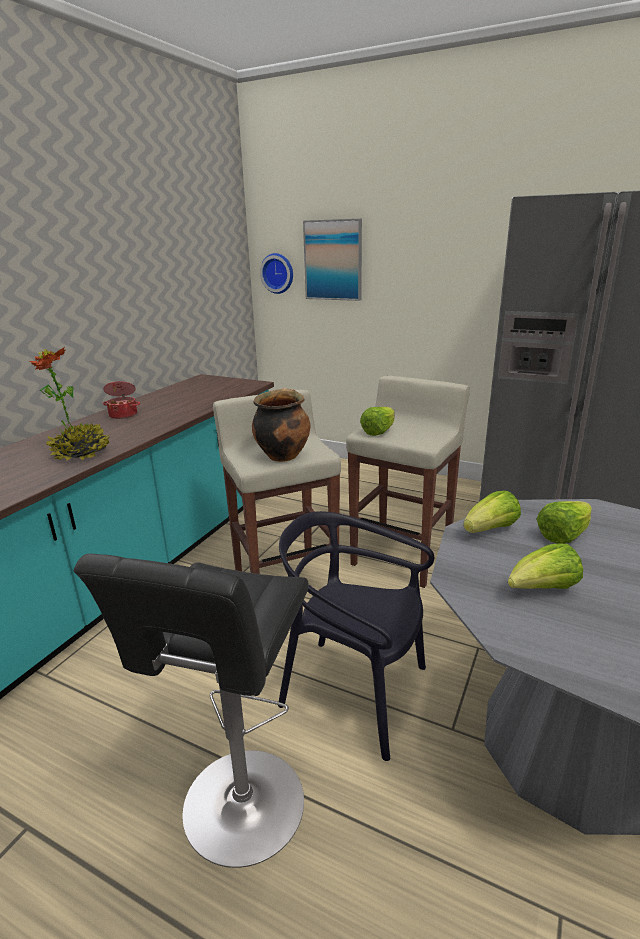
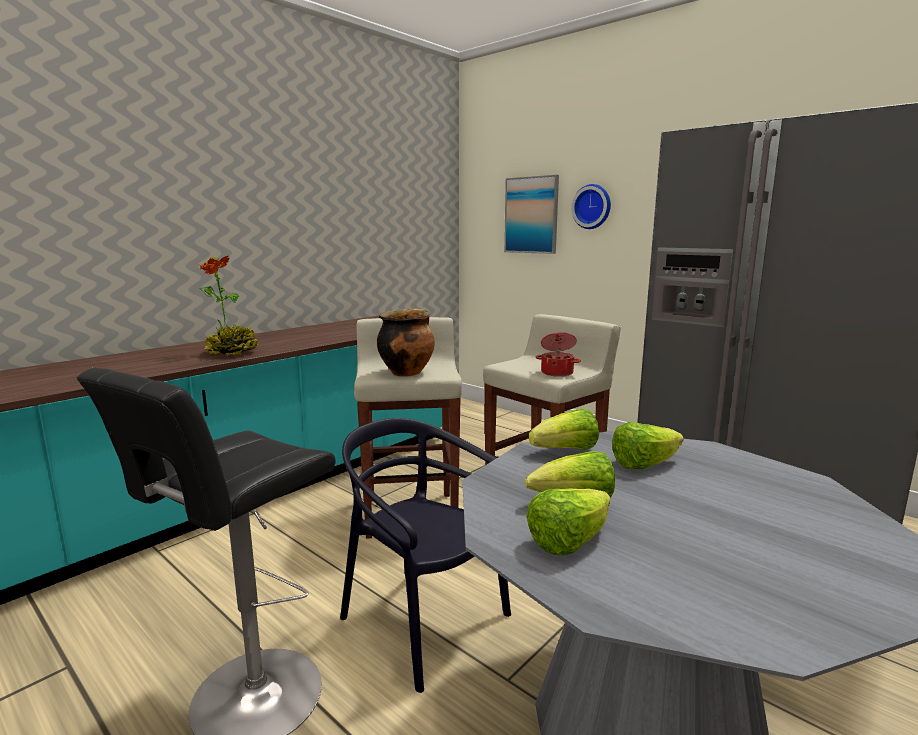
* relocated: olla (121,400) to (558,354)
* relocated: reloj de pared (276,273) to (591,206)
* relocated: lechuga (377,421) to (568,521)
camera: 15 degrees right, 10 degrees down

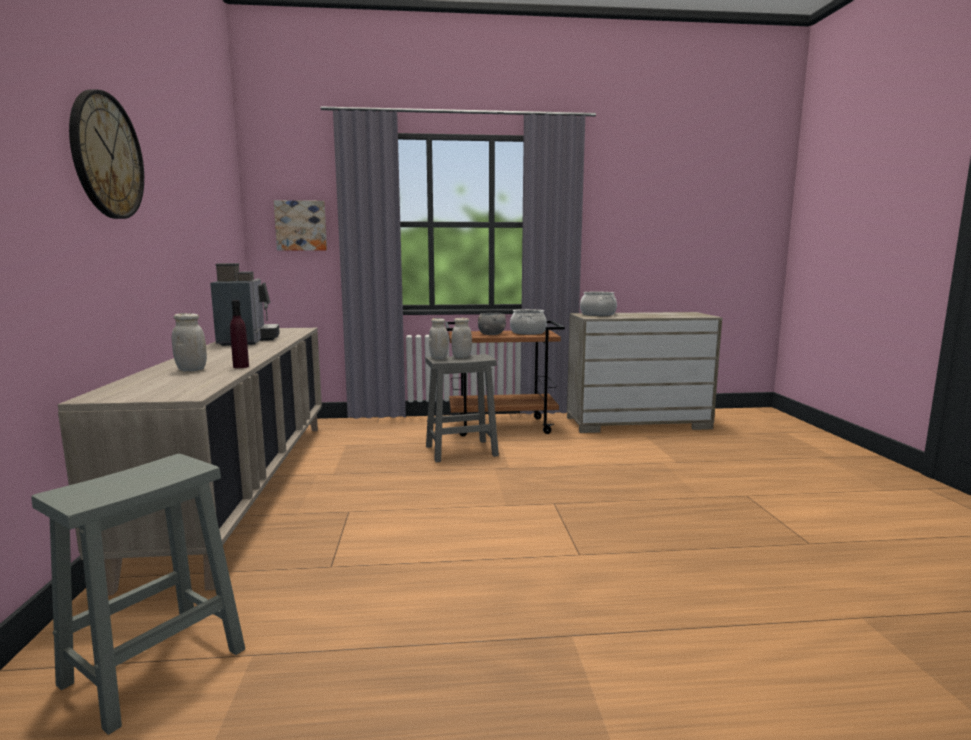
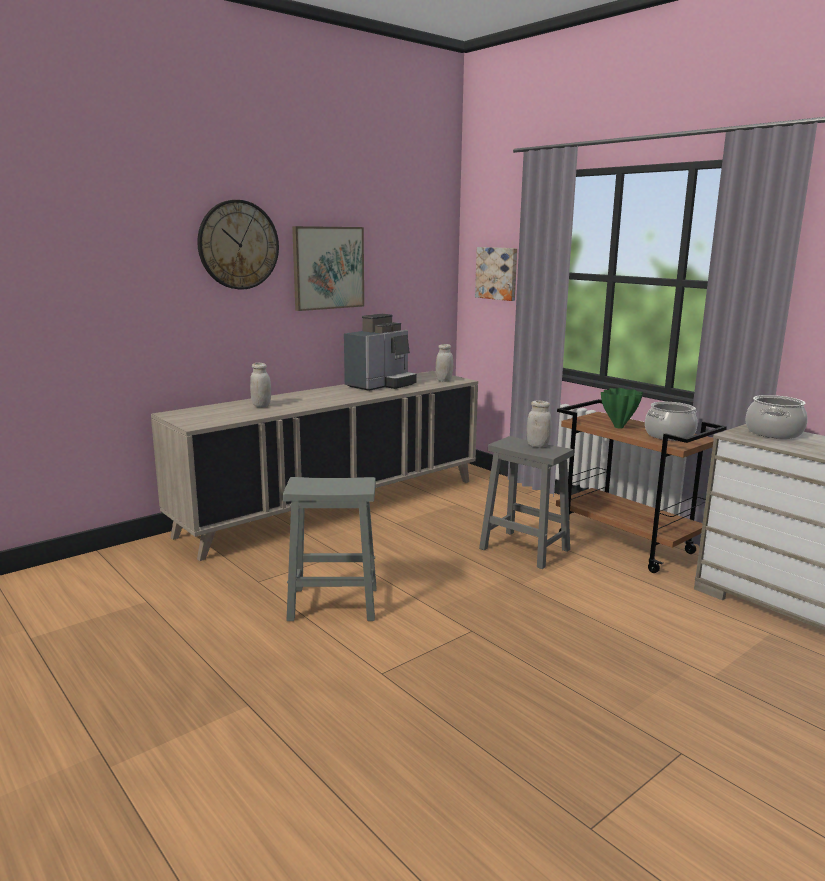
* relocated: taburete/gris (138,594) to (330,549)
* missing: botella/morado (239,334)
* relocated: tarro/blanco (438,338) to (444,363)
* exchanged: cuenco/gris (492,324) to florero/verde (622,408)
* appeared: cuadro (328,268)
camera: 55 degrees right, 5 degrees up

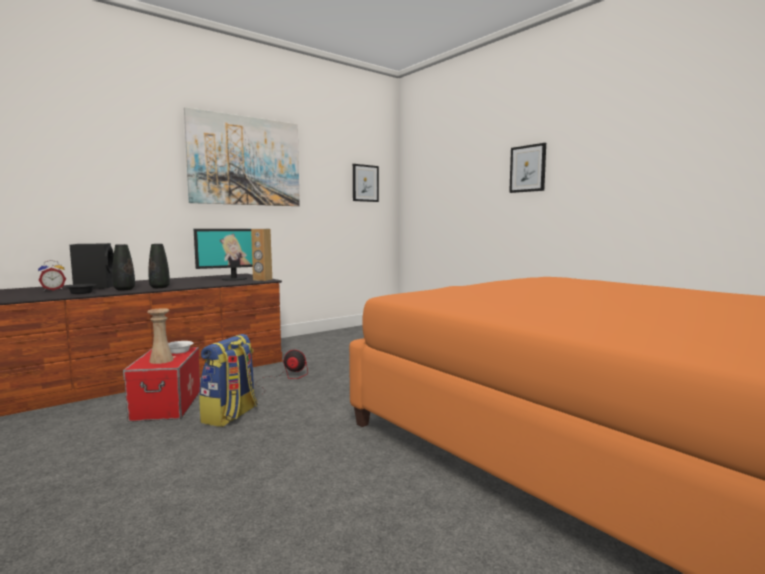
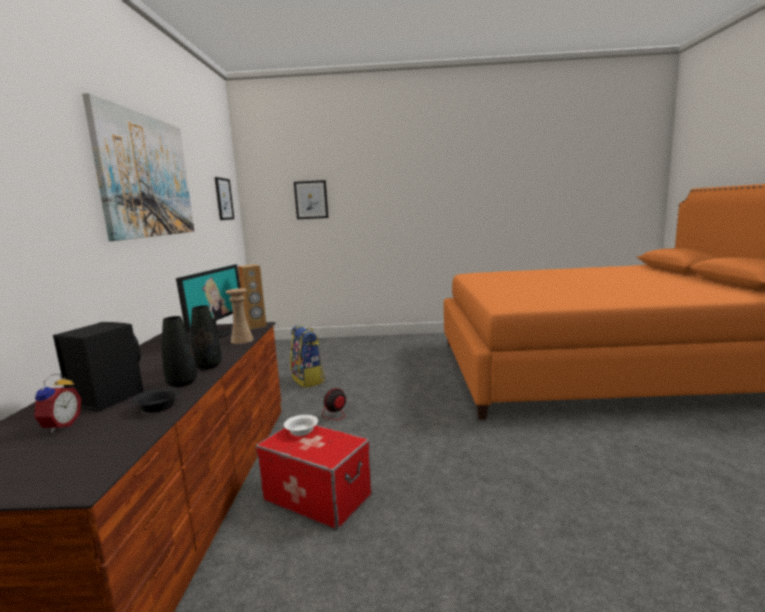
* relocated: florero/beis (160,336) to (239,316)
* relocated: mochila (228,380) to (307,356)
* relocated: cuadro (527,168) to (311,199)
camera: 50 degrees left, 5 degrees up

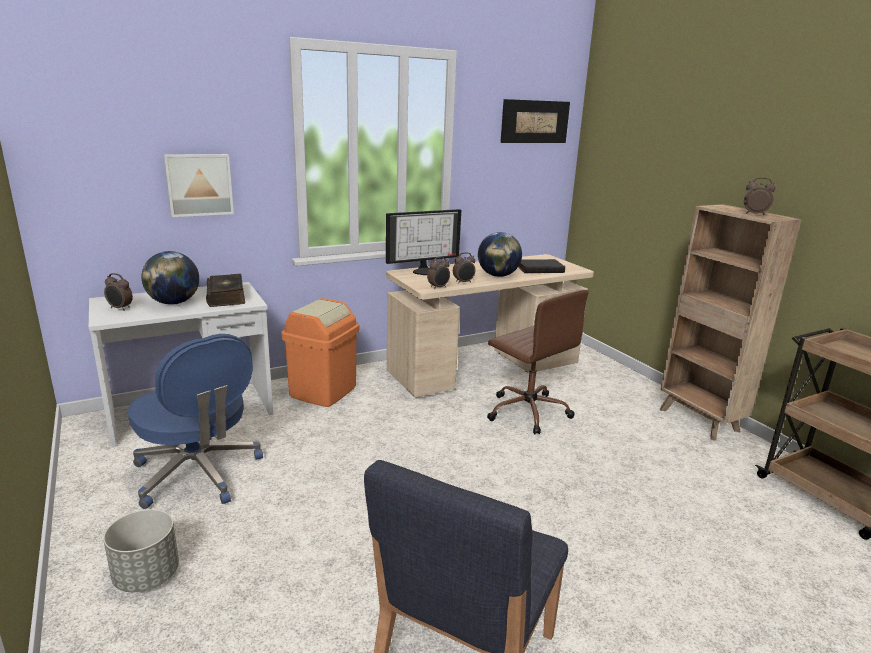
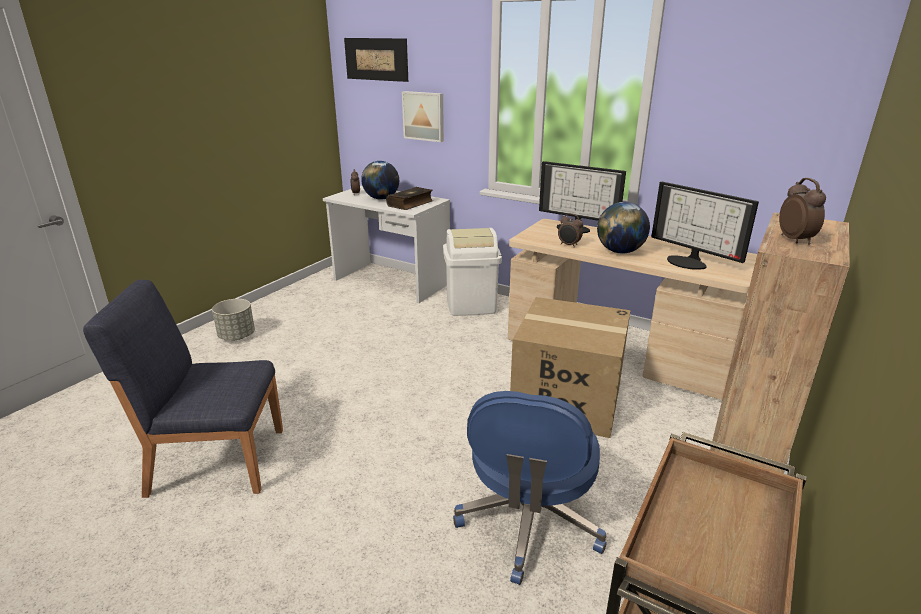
* relocated: silla de oficina/azul (195,421) to (530,488)
* colour: papelera/naranja (320,352) to papelera/blanco (472,272)
* missing: despertador (438,273)
* exchanged: silla de oficina/marrón (538,362) to caja de cartón (570,367)
* relocated: cuadro (535,121) to (376,60)
* exchanged: libro/negro (541,266) to monitor (705,226)
camera: 60 degrees right, 5 degrees up

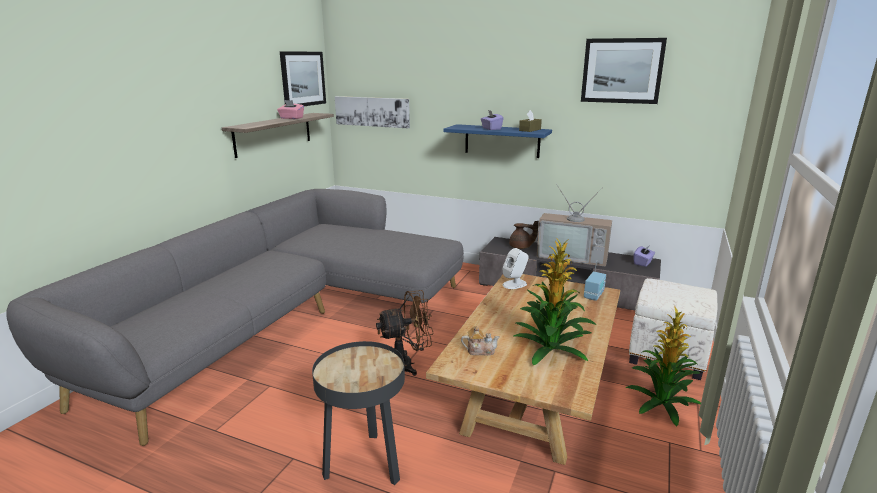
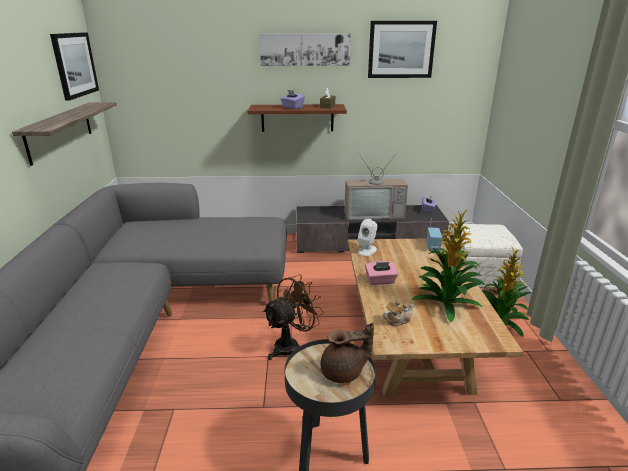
* relocated: caja de pañuelos/rosa (290,109) to (381,273)
* relocated: cuadro (372,112) to (305,49)
* colour: estante/azul (497,141) to estante/marrón (297,118)
* relocated: tetera/marrón (523,235) to (347,353)
camera: 25 degrees left, 5 degrees up

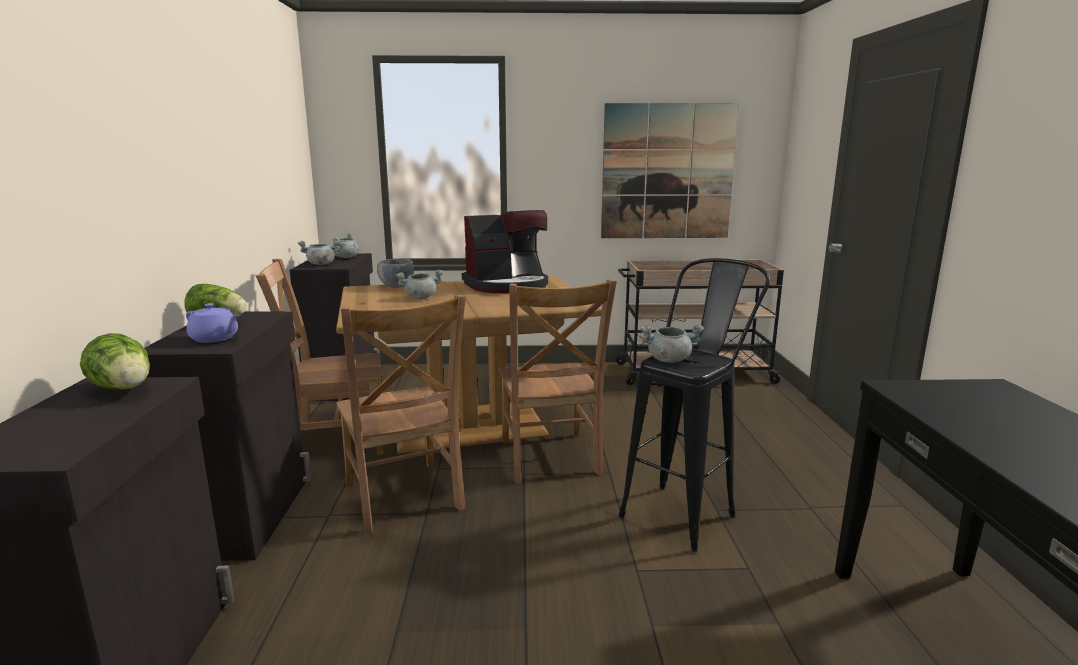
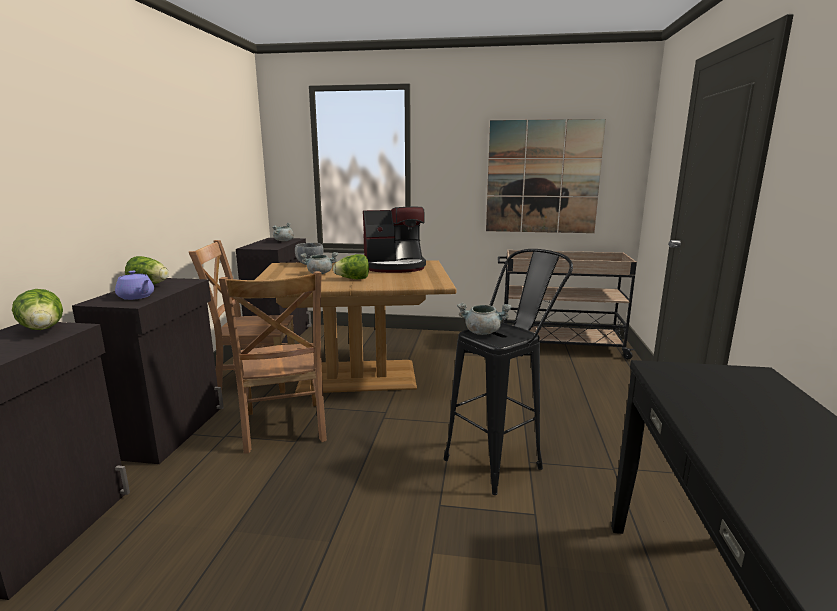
* missing: olla/gris (319,252)
* missing: silla/marrón (558,381)
* appeared: lechuga (351,266)
camera: 10 degrees right, 0 degrees up

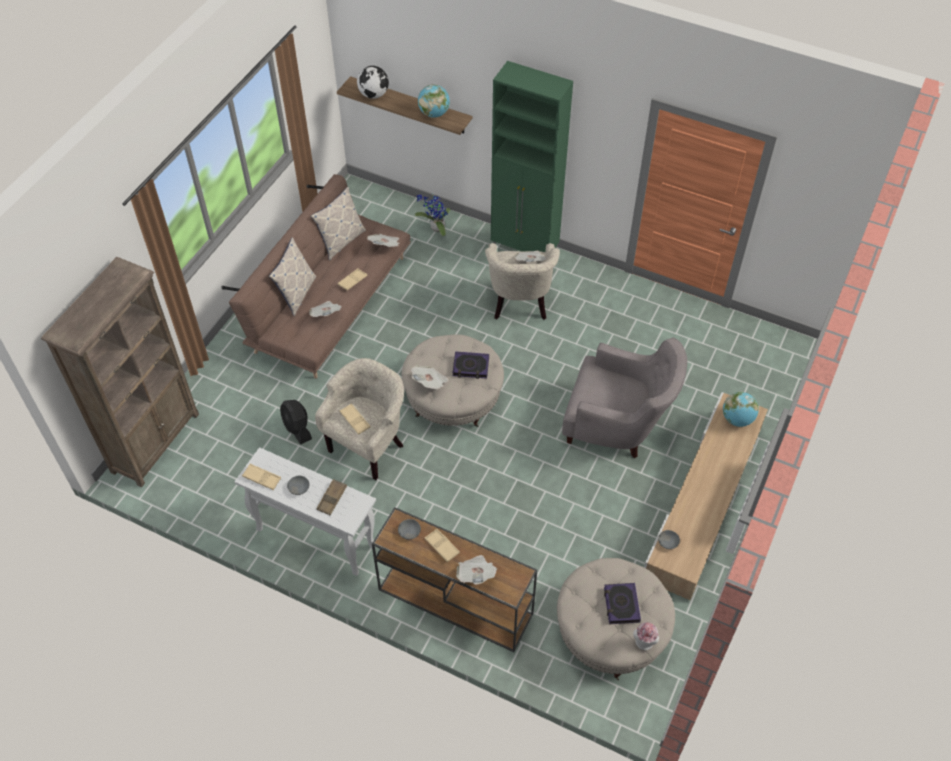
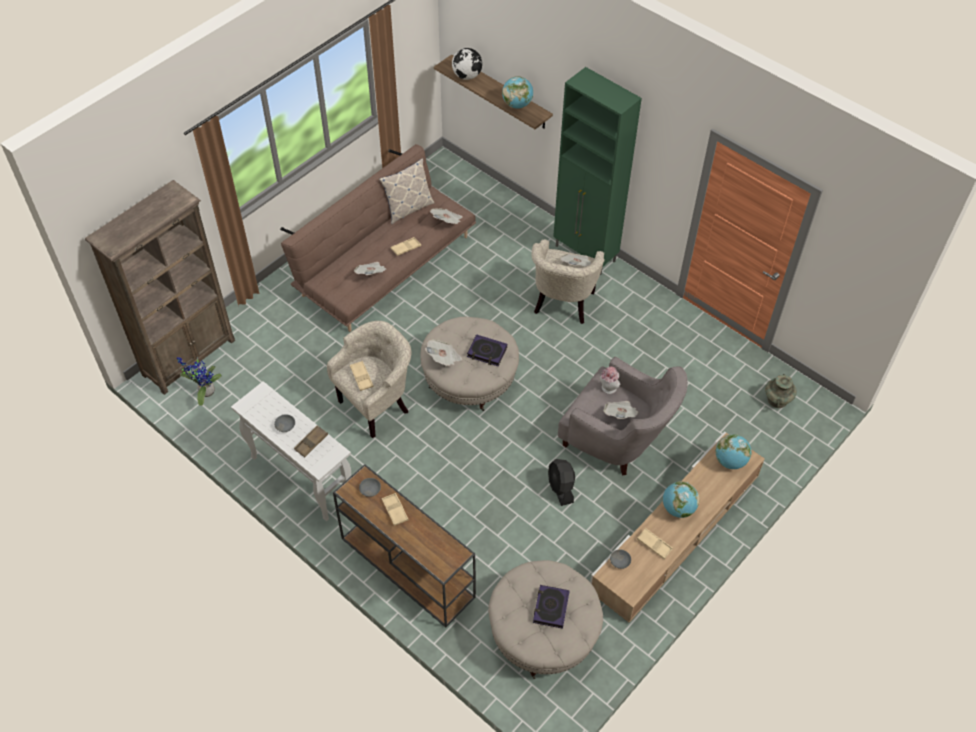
* relocated: bandeja/beis (261,477) to (655,543)
* missing: cojín (292,276)
* relocated: ventilador/negro (296,422) to (561,482)
* relocated: planta en maceta (433,214) to (199,381)
* relocated: periódico (476,570) to (621,410)
* relocated: sombrero (646,636) to (610,380)
* appeared: globo terráqueo (681,499)
* appeared: florero/turquesa (781,391)
camera: 15 degrees right, 0 degrees up

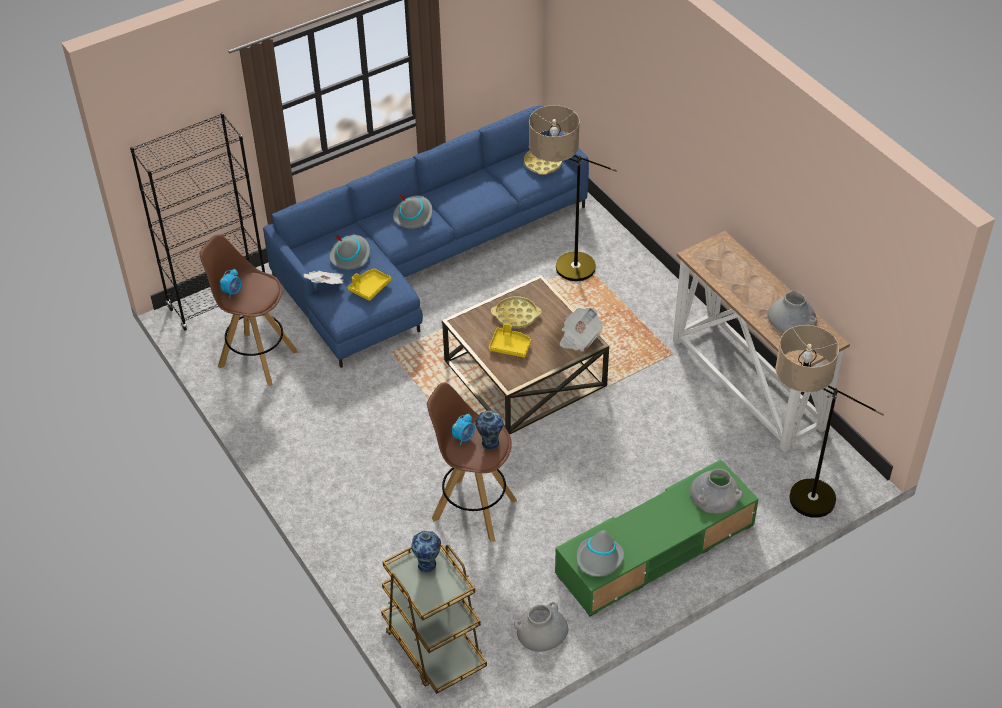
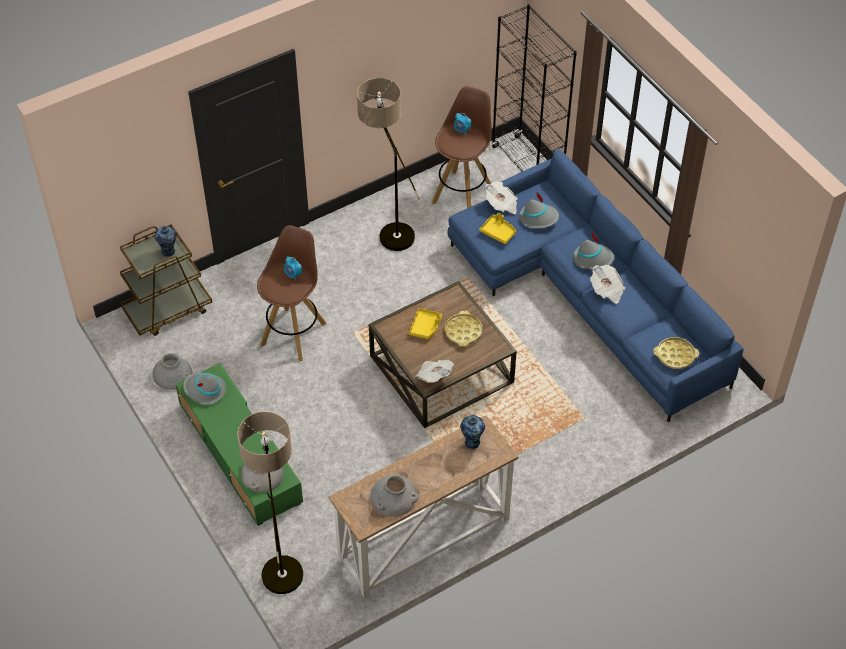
* relocated: florero (489,430) to (472,432)
* relocated: lámpara de pie (573,193) to (388,164)
* appeared: periódico (608,284)
camera: 90 degrees right, 5 degrees up

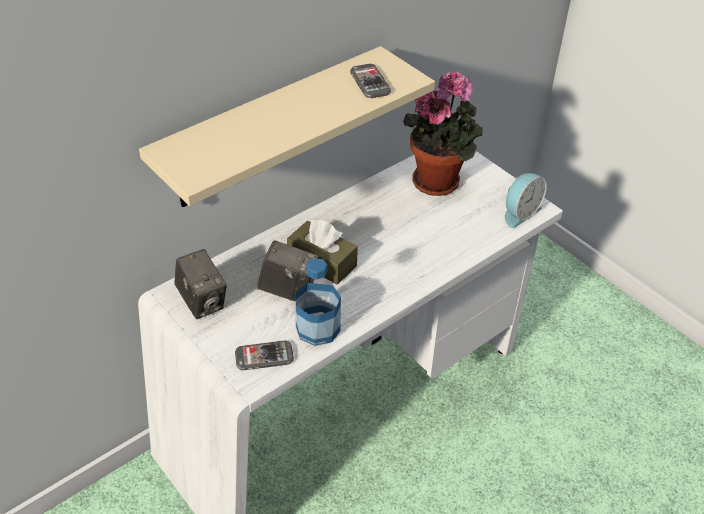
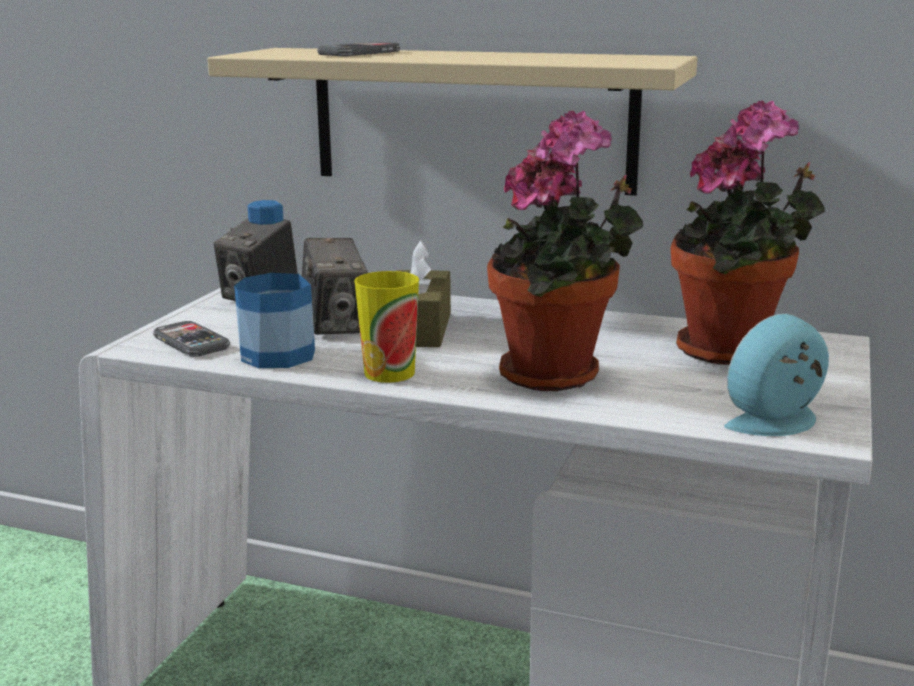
* relocated: móvil (370,81) to (358,49)
* spun: despertador (526,200) = (776,374) 135 degrees clockwise
* appeared: taza (386,327)
* appeared: planta en maceta (565,251)
camera: 60 degrees right, 25 degrees down

